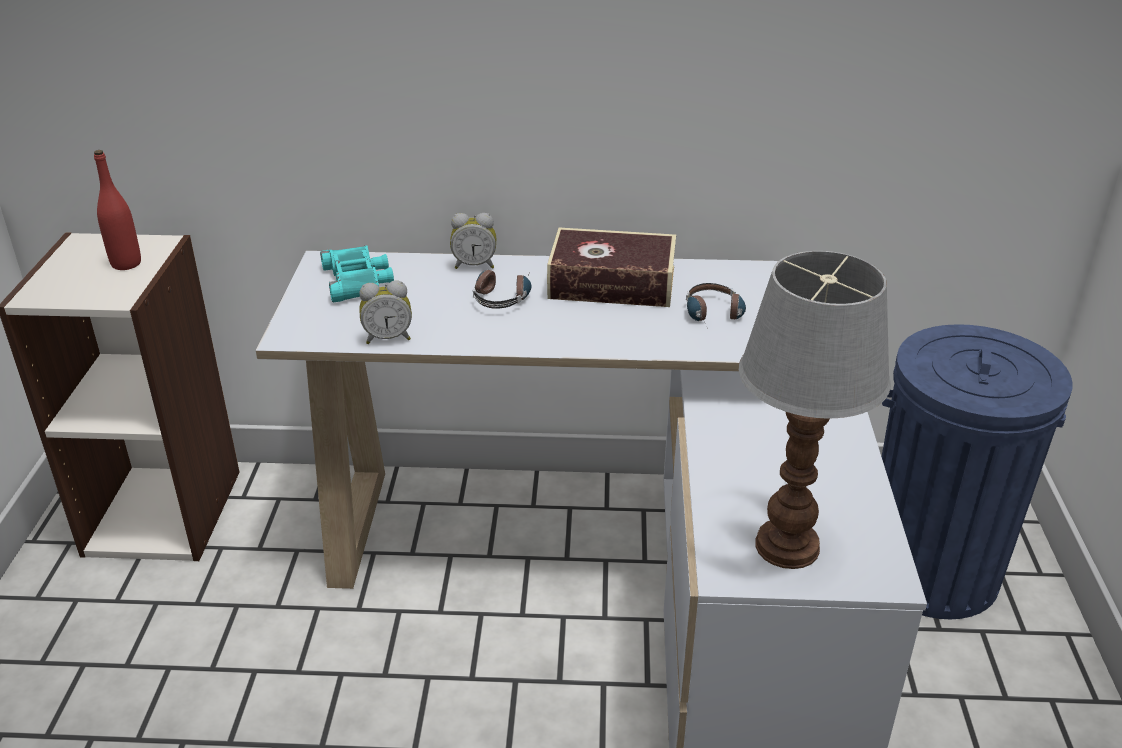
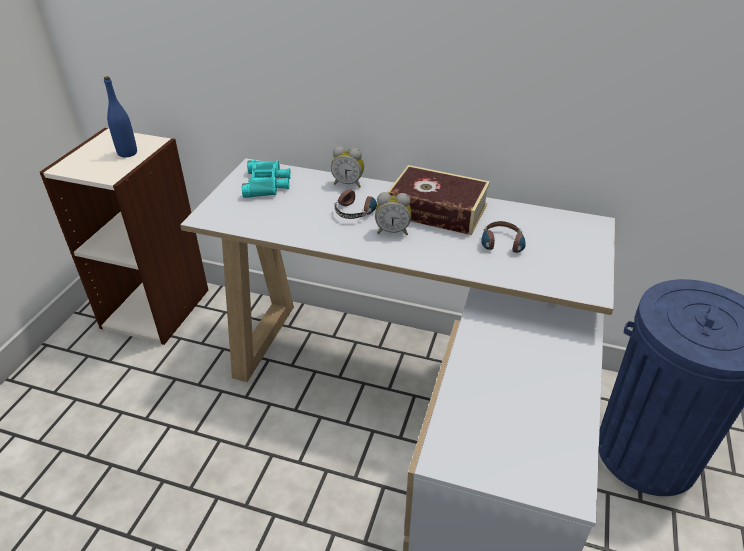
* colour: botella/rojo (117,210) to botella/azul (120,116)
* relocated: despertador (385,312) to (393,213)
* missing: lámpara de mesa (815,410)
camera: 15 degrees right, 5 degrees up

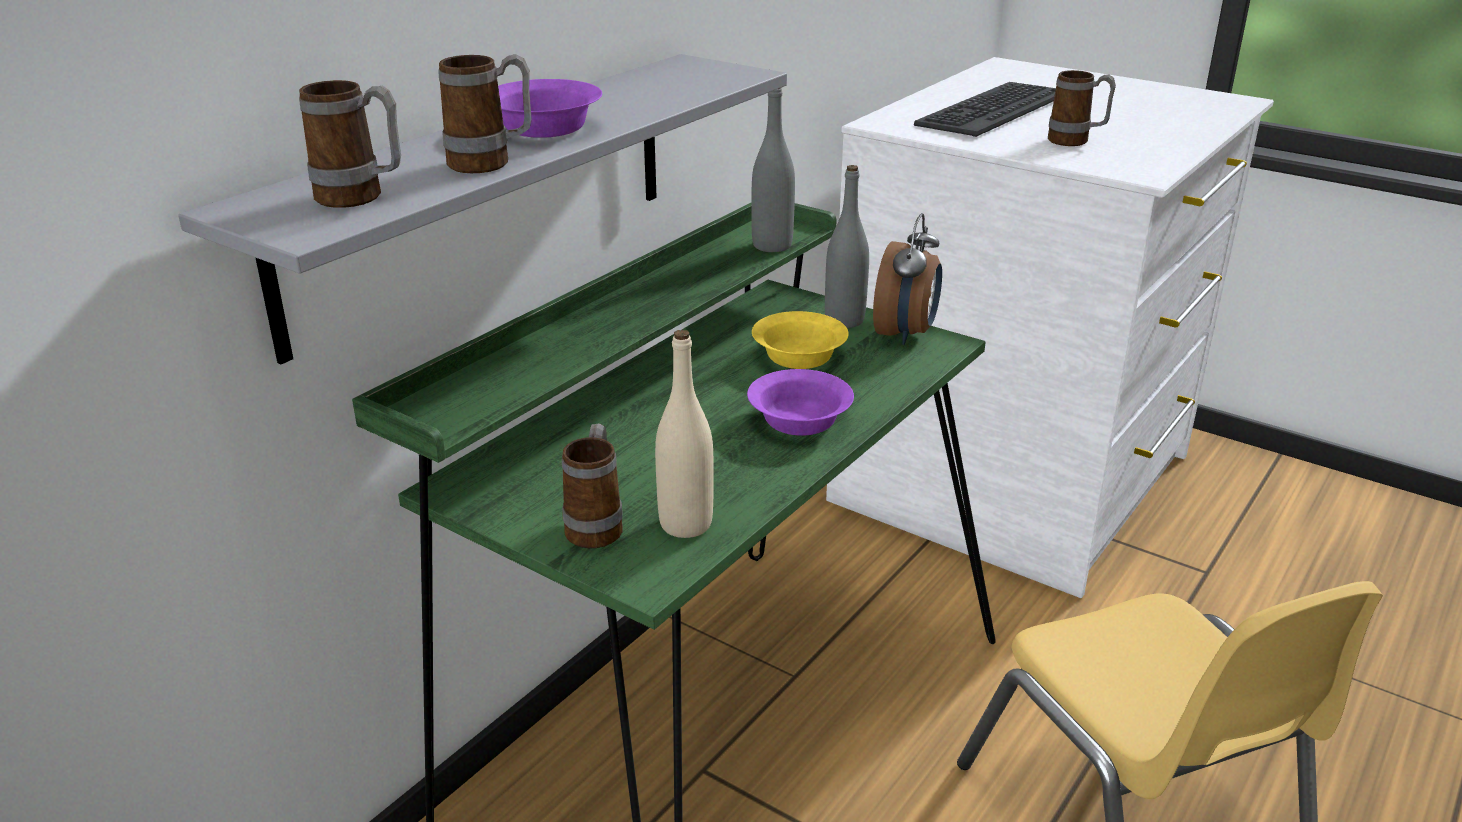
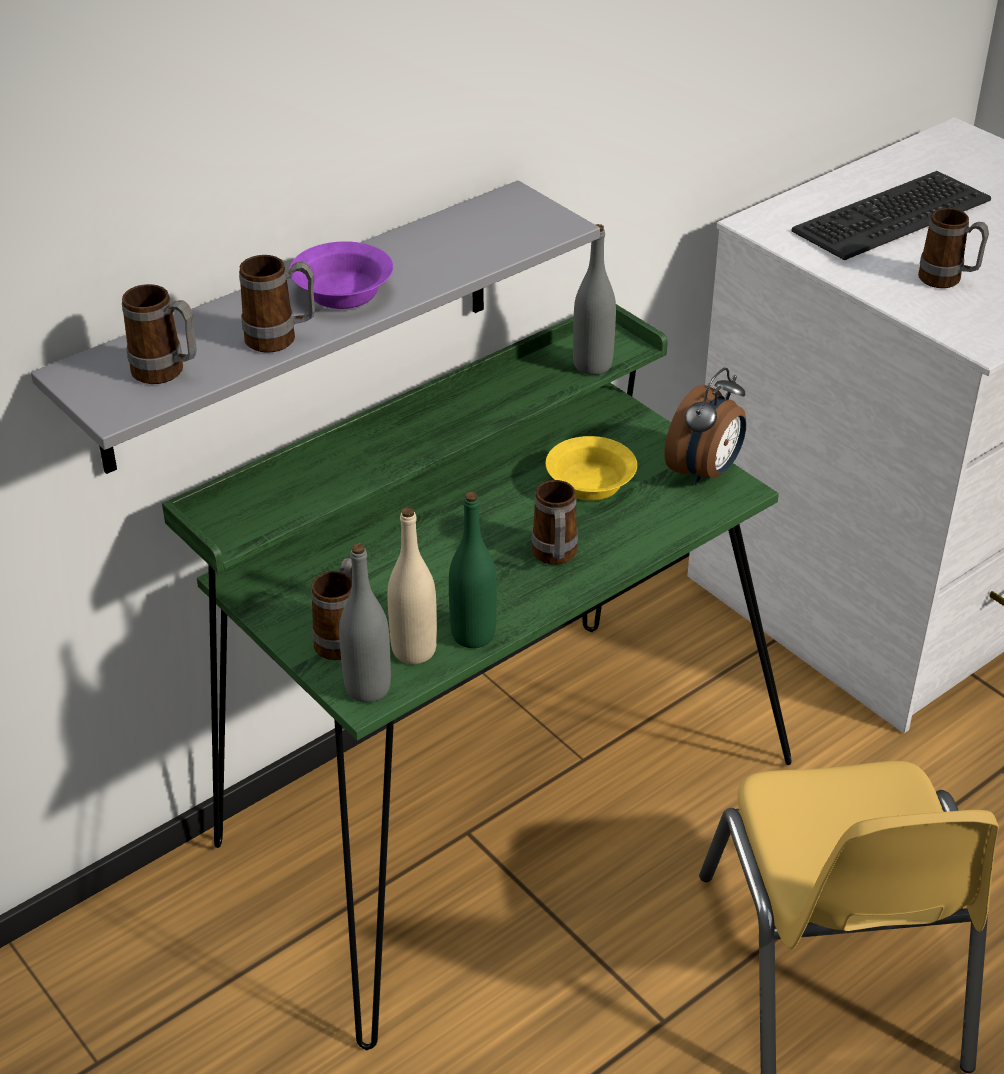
* exchanged: cuenco/morado (800,402) to taza grande (554,522)
* relocated: botella/gris (847,246) to (365,623)
* appeared: botella/verde (473,570)
camera: 15 degrees right, 10 degrees up

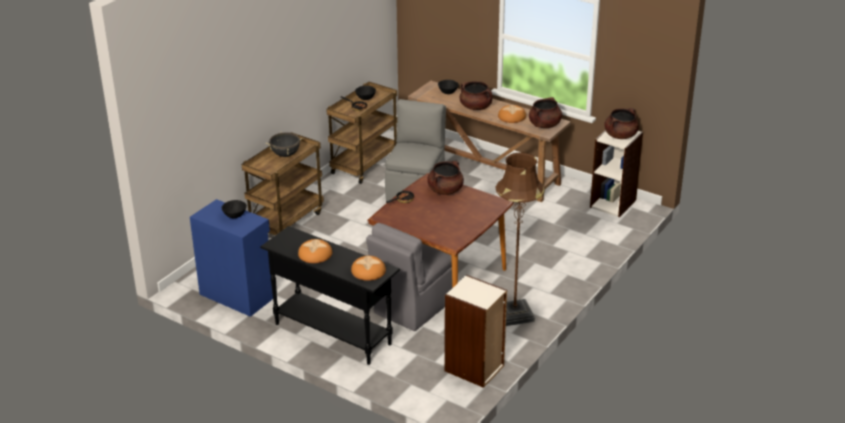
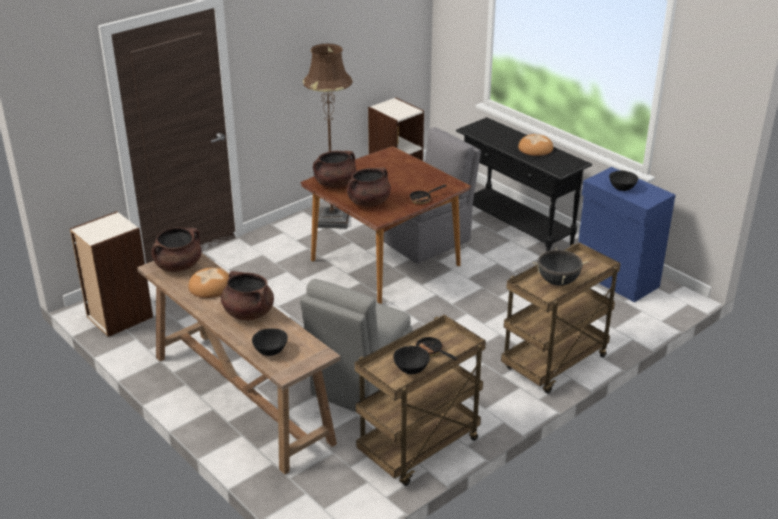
* missing: pan (368,268)
* relocated: olla/marrón (621,123) to (334,169)
camera: 165 degrees left, 0 degrees up

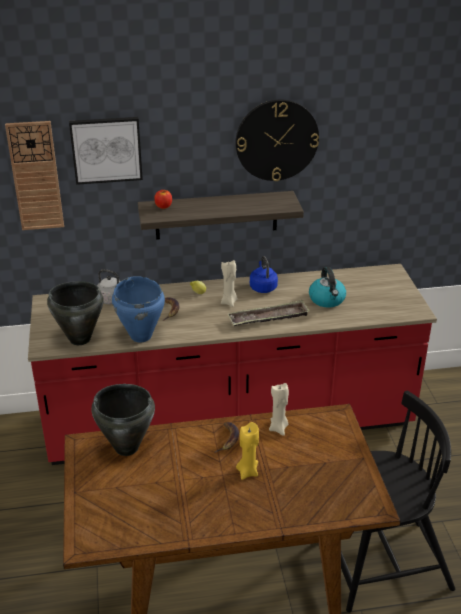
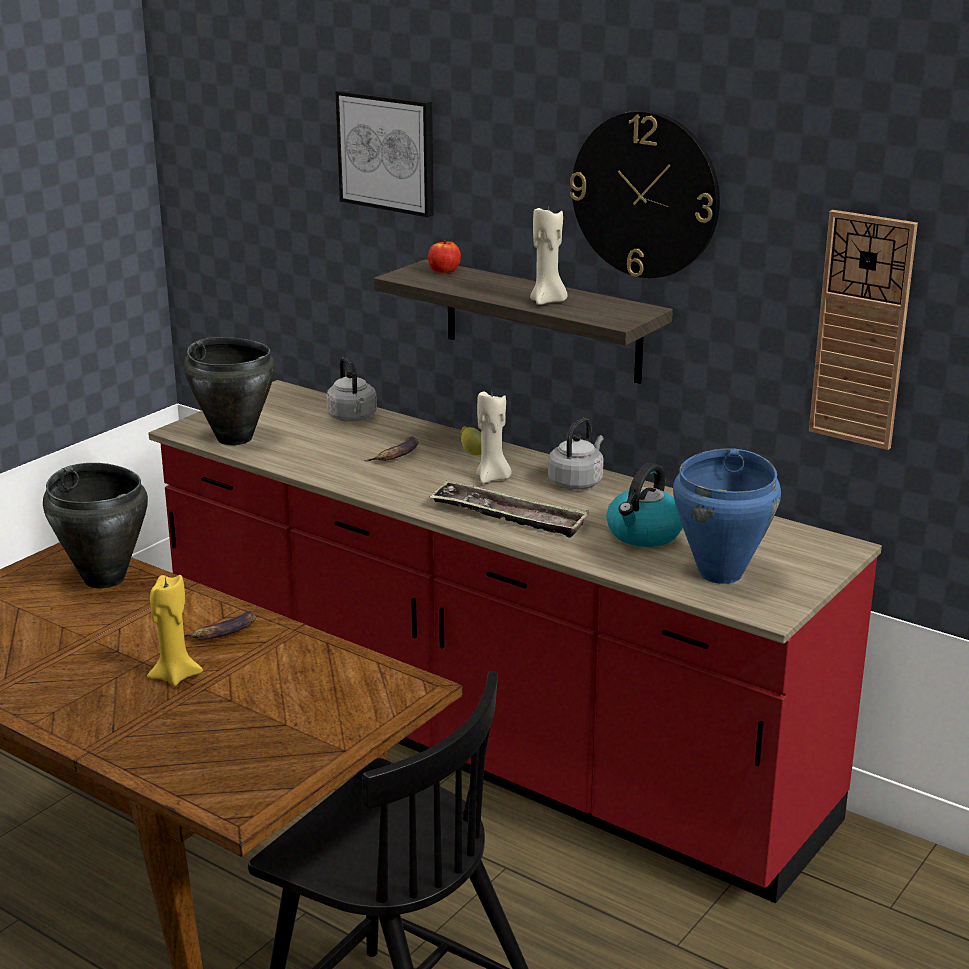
* relocated: reloj de pared (34,175) to (863,330)
* relocated: olla/azul (138,309) to (727,516)
* colour: hervidor/azul (264,274) to hervidor/gris (576,454)
* relocated: vela/beis (279,409) to (549,254)
camera: 45 degrees right, 10 degrees down

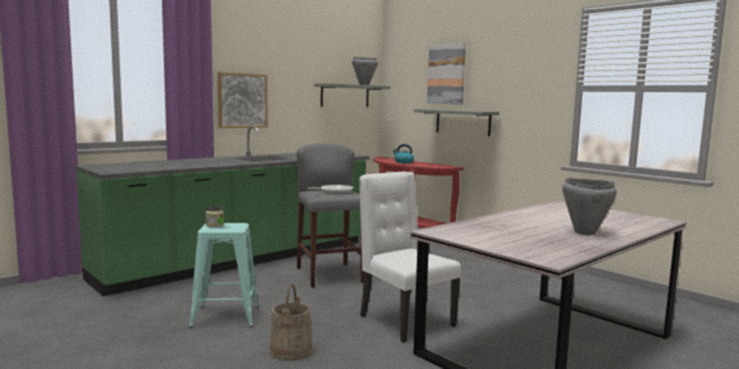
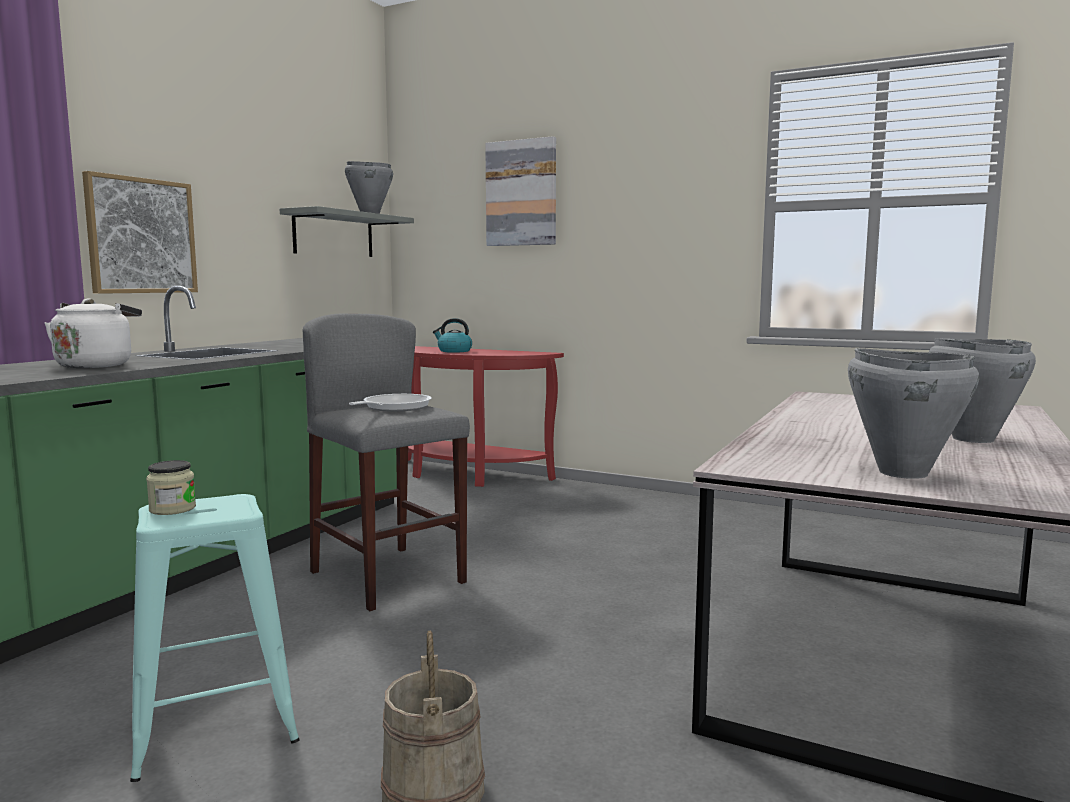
* missing: silla/blanco (410,257)
* missing: estante/gris (456,122)
* appeared: hervidor/blanco (93,333)
* appeared: olla/gris (913,413)
camera: 20 degrees left, 0 degrees up

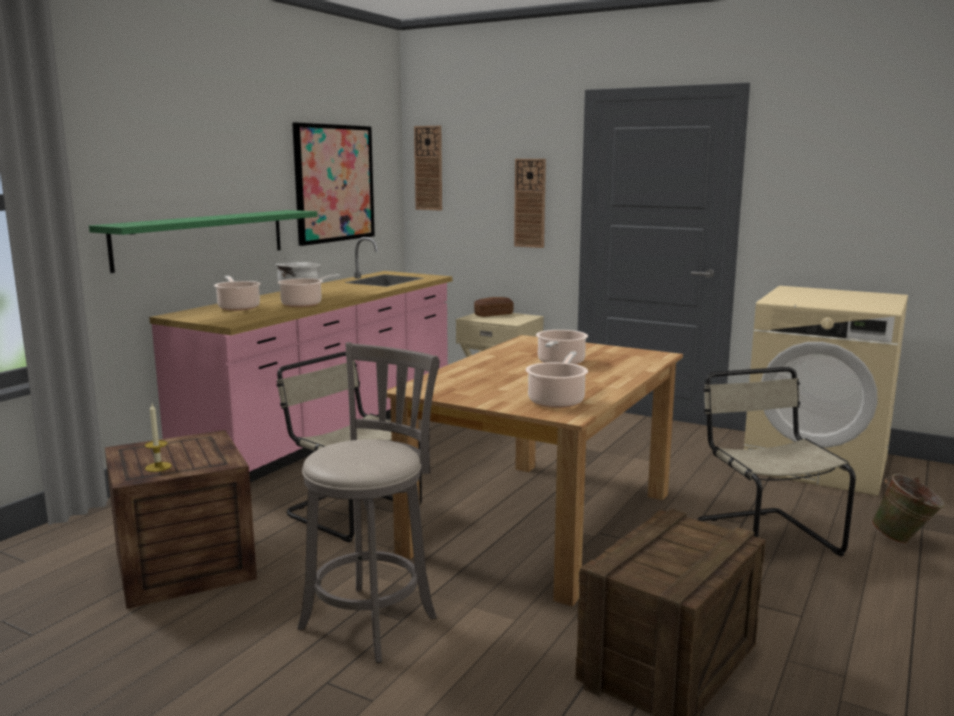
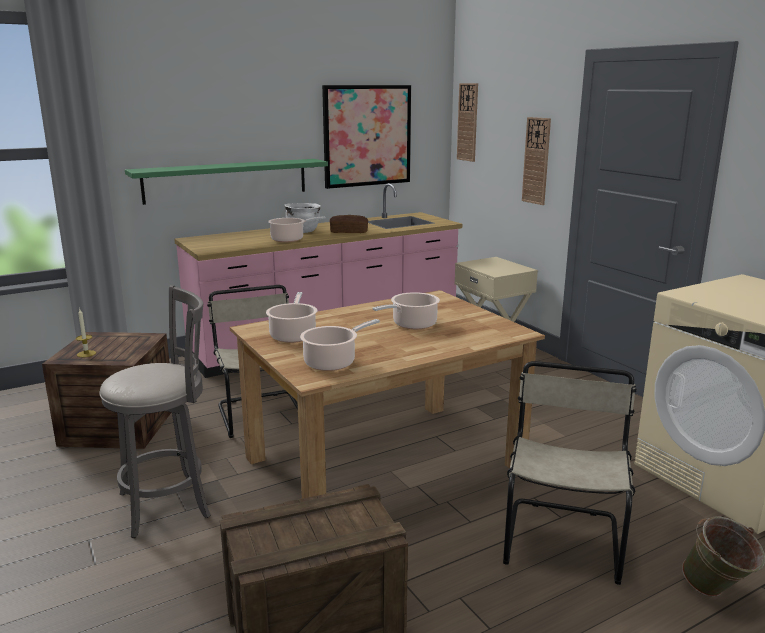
* relocated: olla (237,293) to (291,317)
* relocated: pan (493,307) to (349,224)
camera: 30 degrees right, 5 degrees up

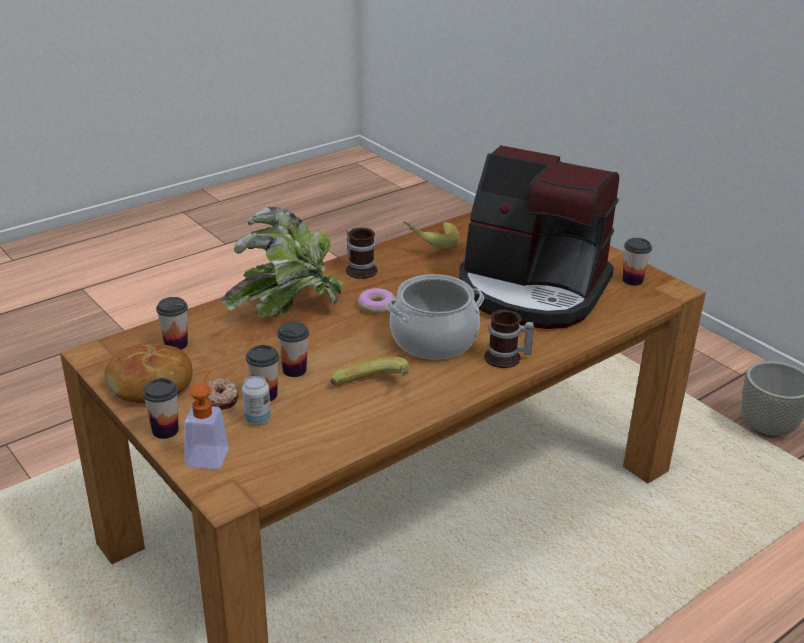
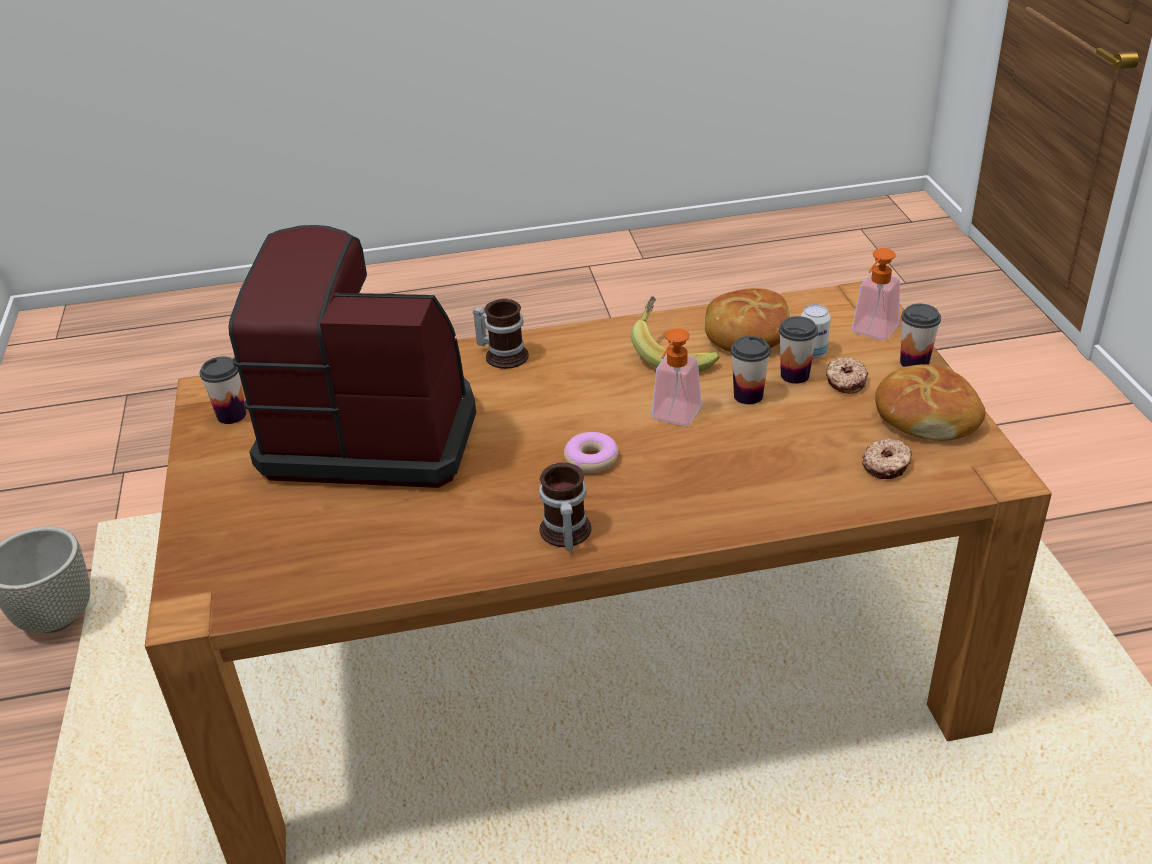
* exchanged: taza (172,323) to rosquilla (887,458)
* missing: planta en maceta (282,262)
* missing: olla (435,317)
* missing: plátano (431,235)
* spun: cafetera (539,237) = (352,356) 45 degrees counterclockwise
* appeared: dispensador de jabón (677,377)
* appeared: pan (747,320)
camera: 150 degrees left, 5 degrees up

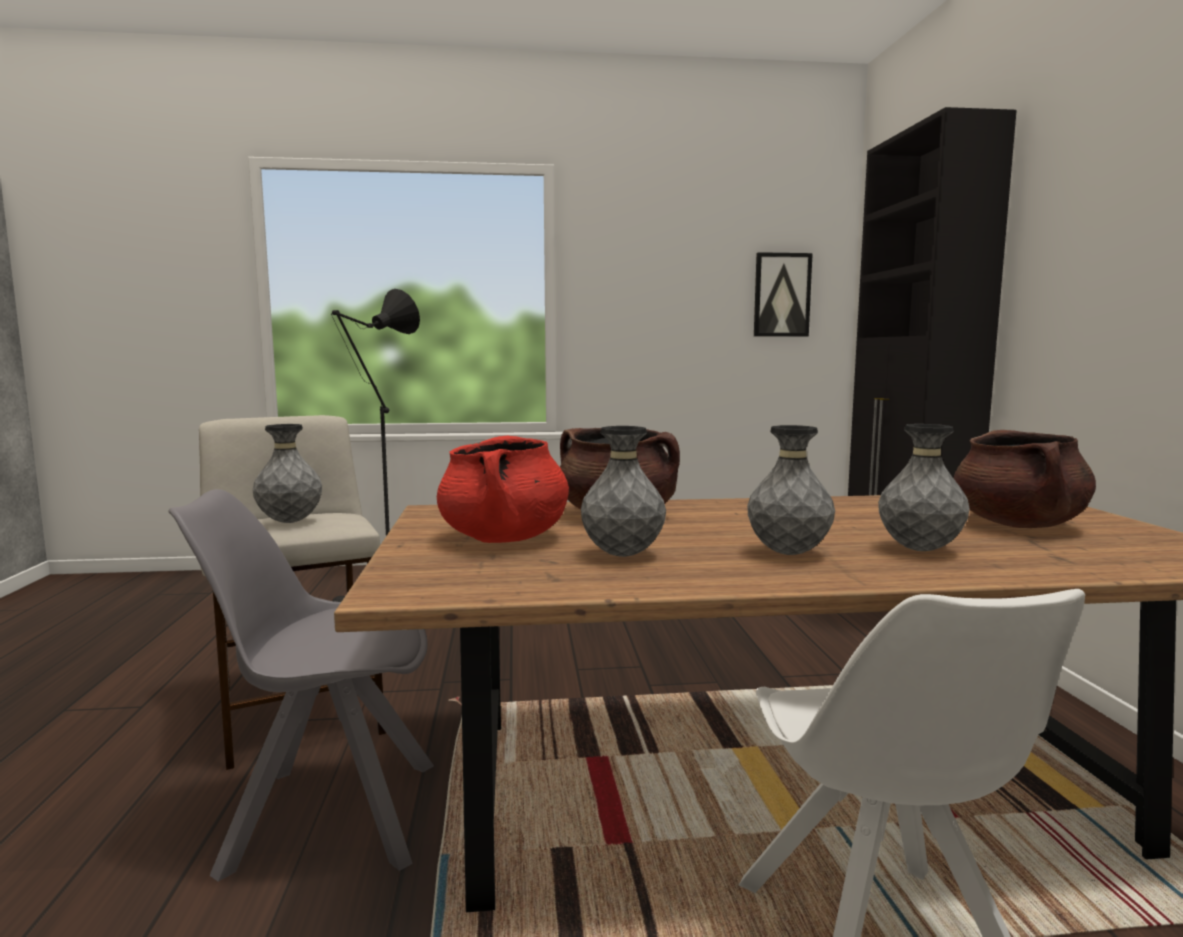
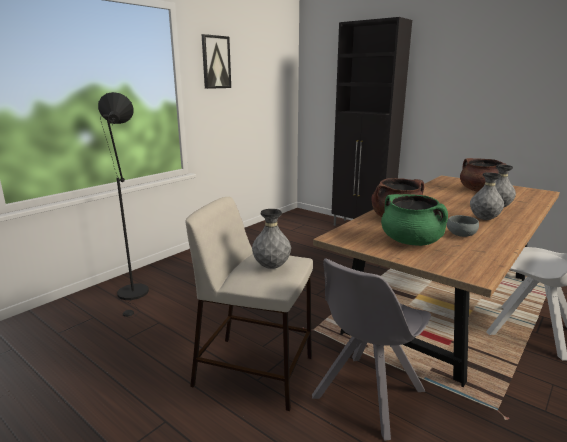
* colour: olla/rojo (503,489) to olla/verde (414,220)
* exchanged: florero/gris (623,491) to cuenco/gris (463,226)
* relocated: cuadro (783,294) to (216,61)
camera: 45 degrees left, 10 degrees up

